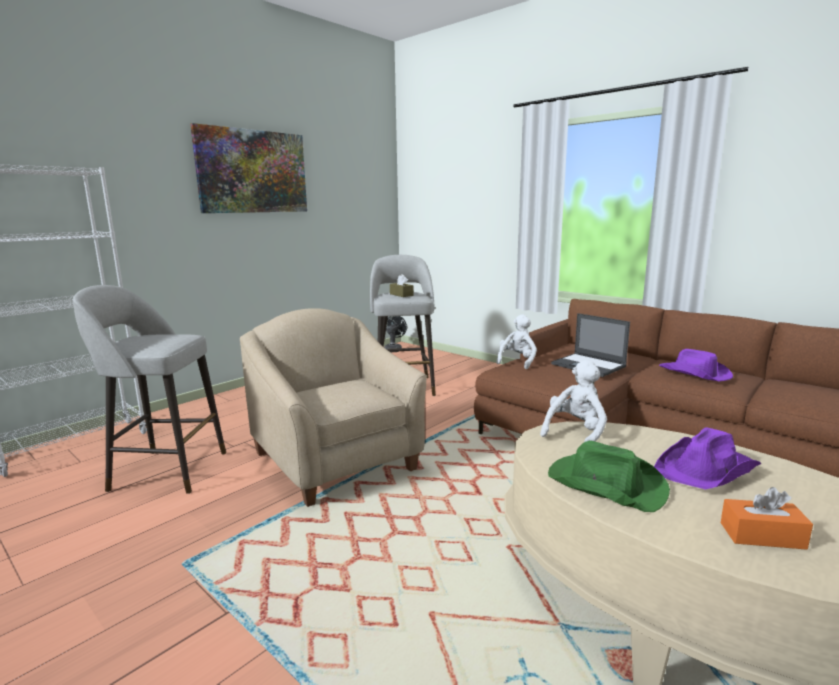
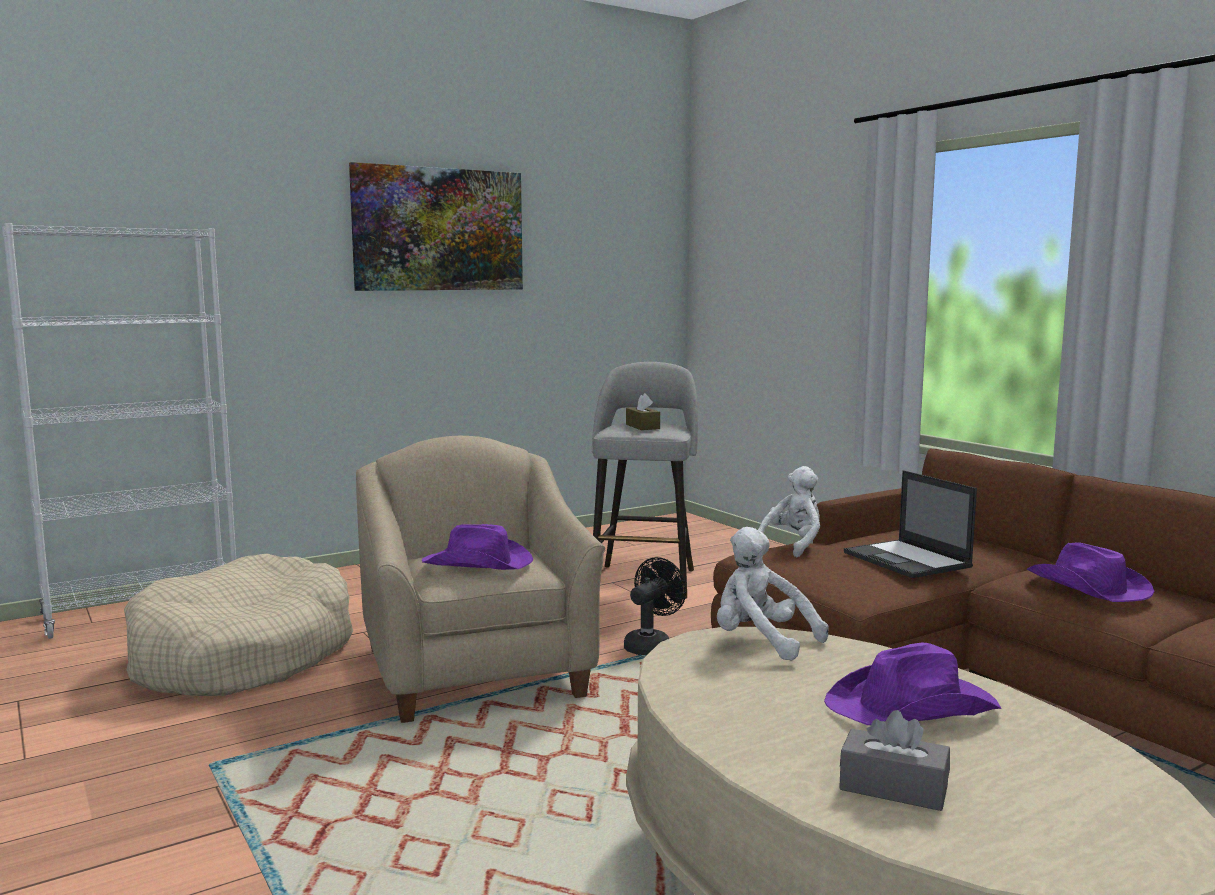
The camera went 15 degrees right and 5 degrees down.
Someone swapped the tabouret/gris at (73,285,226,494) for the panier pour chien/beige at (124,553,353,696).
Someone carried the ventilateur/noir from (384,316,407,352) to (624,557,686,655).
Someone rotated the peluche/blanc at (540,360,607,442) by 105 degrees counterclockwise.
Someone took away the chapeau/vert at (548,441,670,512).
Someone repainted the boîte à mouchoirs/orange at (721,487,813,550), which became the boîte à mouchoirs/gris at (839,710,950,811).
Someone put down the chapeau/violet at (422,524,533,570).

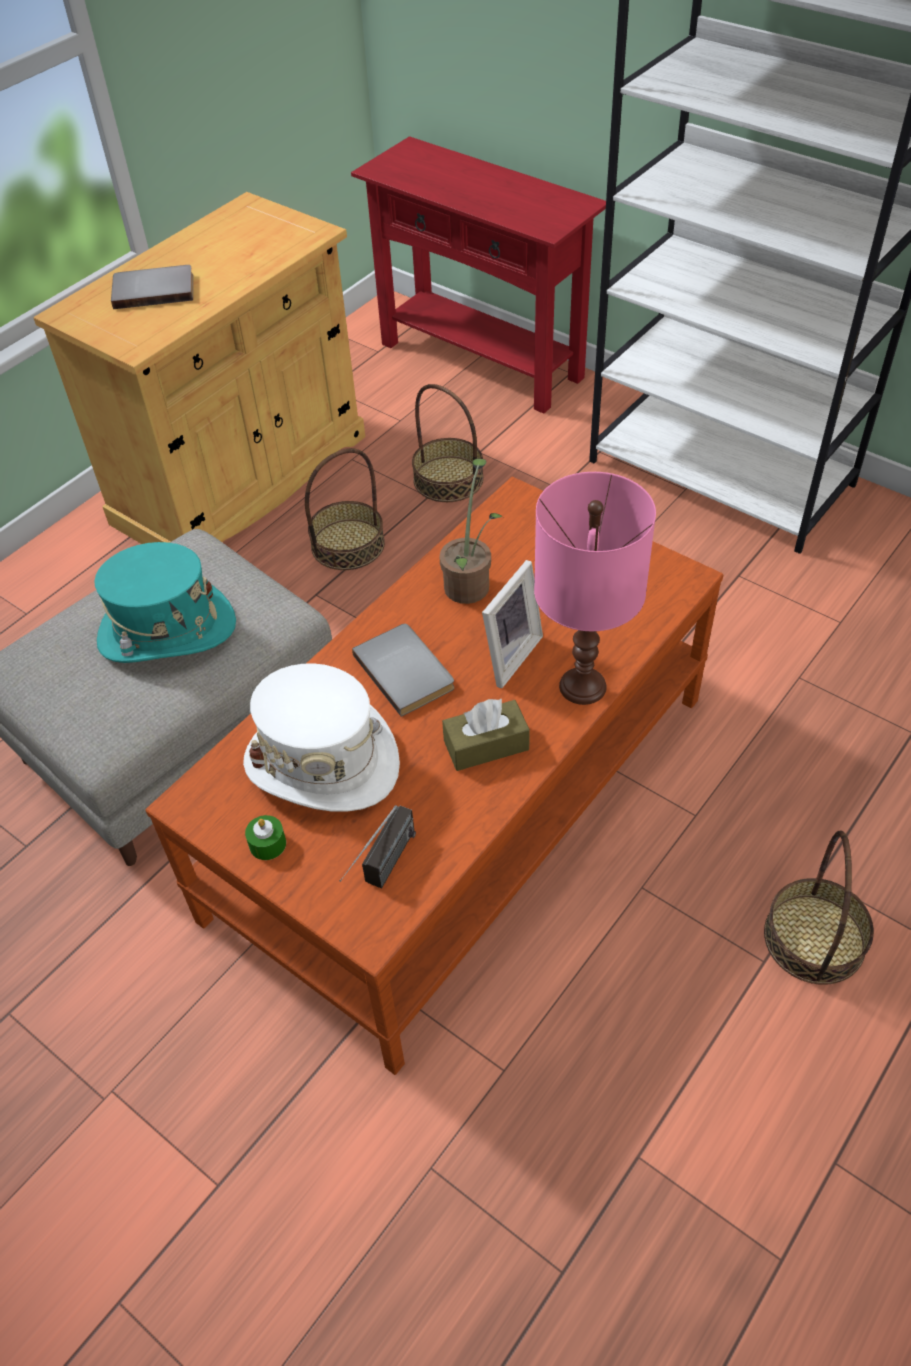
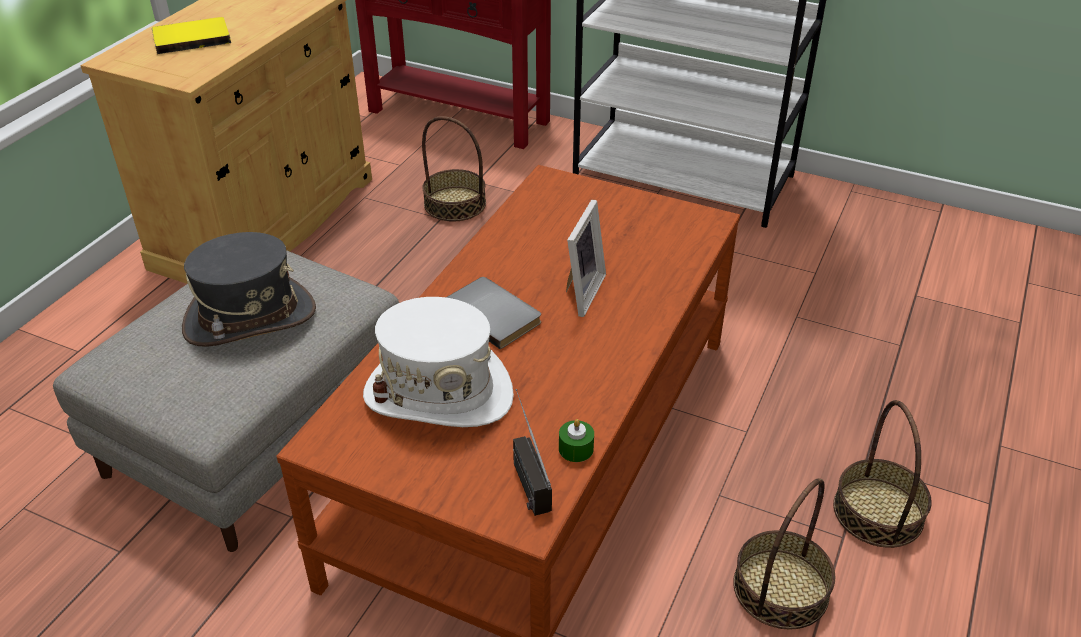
The camera went 15 degrees left and 10 degrees down.
Someone repainted the chapeau/turquoise at (94,542,236,663), which became the chapeau/gris at (182,232,316,347).
Someone repainted the livre/gris at (111,265,193,309), which became the livre/jaune at (152,17,231,54).
Someone carried the bougie/vert from (245,815,286,860) to (559,419,594,462).
Someone carried the panier from (305,448,385,570) to (733,478,835,629).
Someone rotated the radio at (339,805,416,888) by 150 degrees clockwise.
Someone took away the plante en pot at (439,459,503,604).
Someone took away the boîte à mouchoirs/marron at (442,698,530,771).
Someone took away the lampe de table/rose at (534,472,656,705).

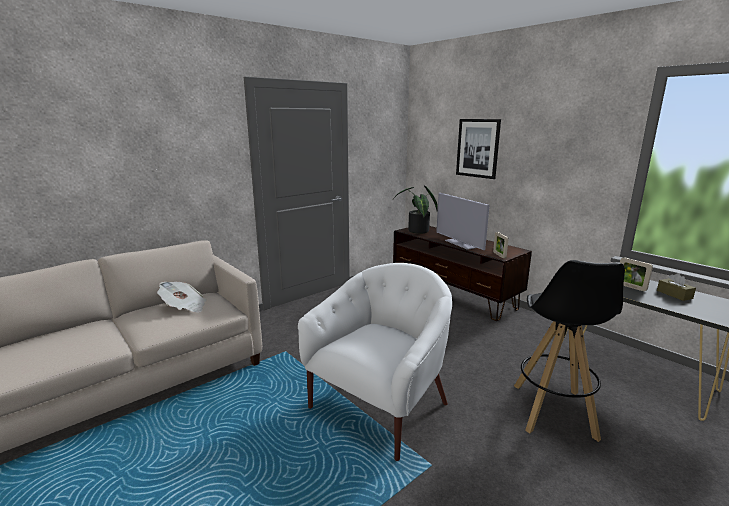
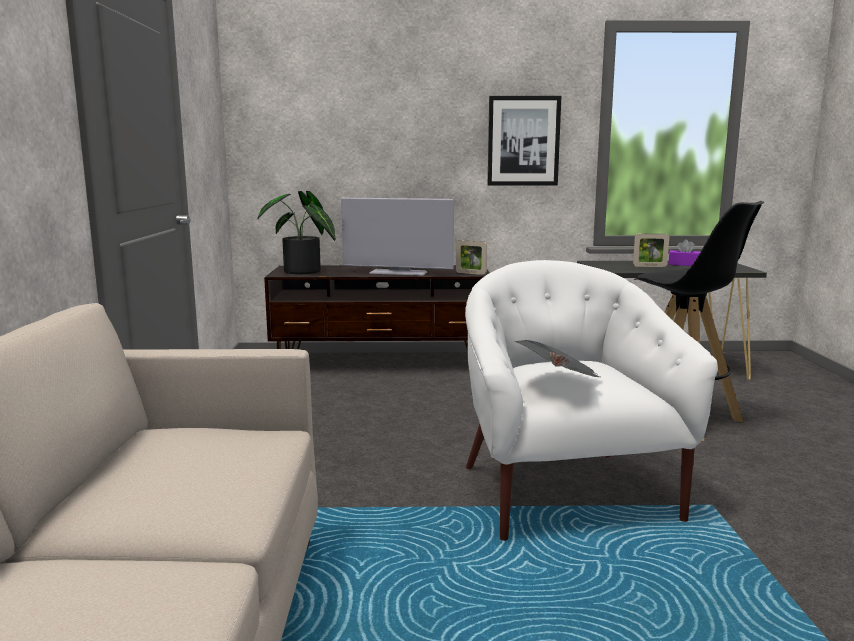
The camera went 50 degrees left and 5 degrees down.
Someone carried the journal from (157,282,207,313) to (514,340,600,377).
Someone carried the tableau from (456,119,501,179) to (488,96,561,186).
Someone repainted the boîte à mouchoirs/marron at (657,273,696,301), which became the boîte à mouchoirs/violet at (668,239,700,266).

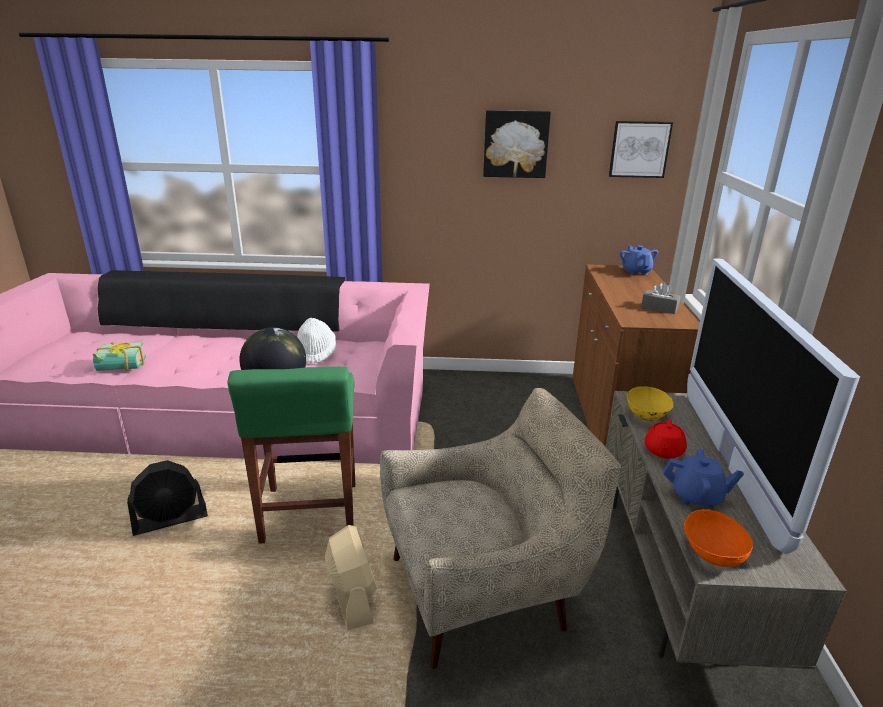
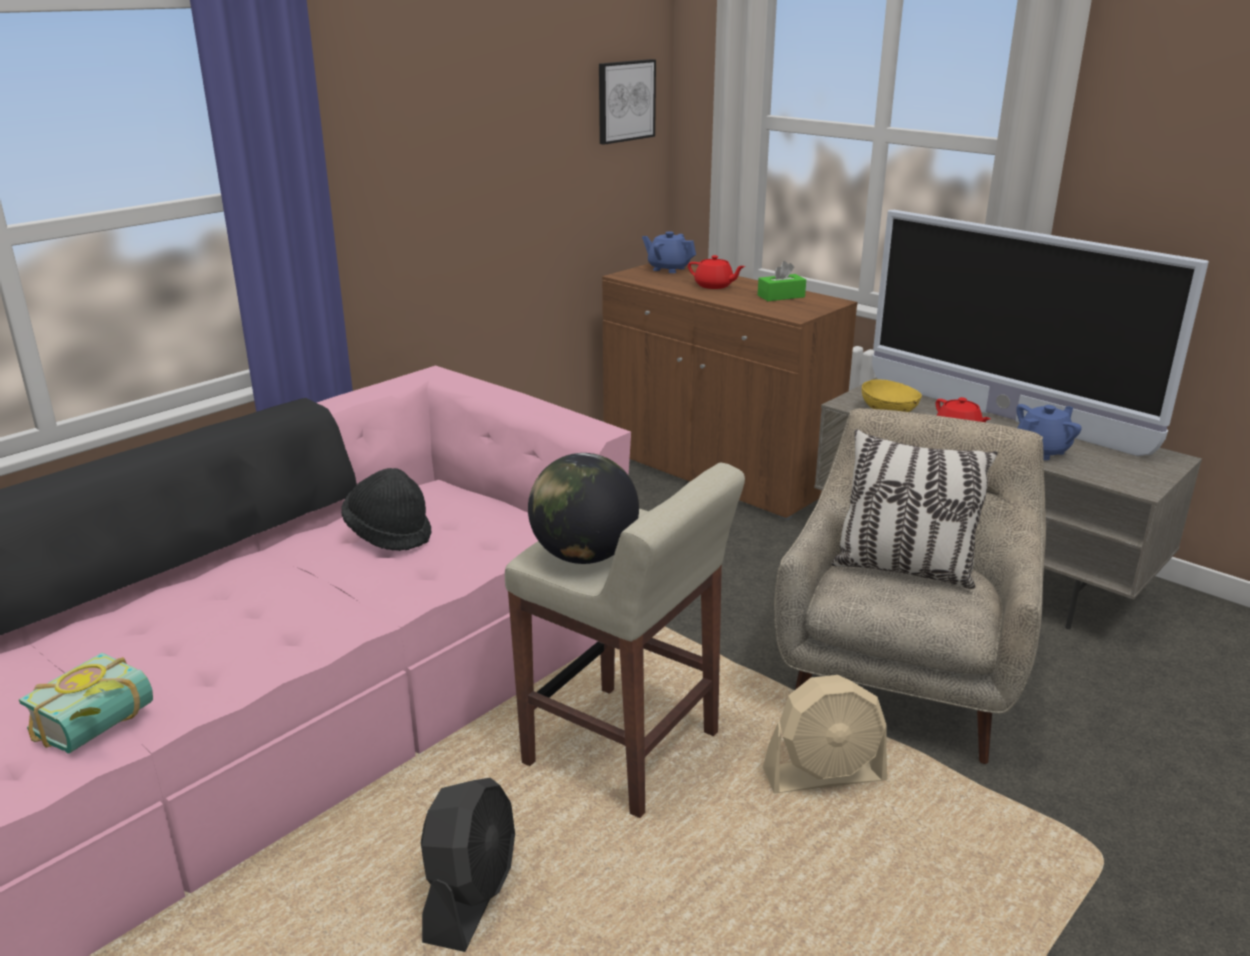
The camera went 50 degrees left and 0 degrees up.
Someone repainted the tabouret/vert at (227,367,355,544), which became the tabouret/beige at (505,463,745,818).
Someone repainted the chapeau/blanc at (297,318,336,363), which became the chapeau/noir at (341,468,432,551).
Someone rotated the ventilateur/beige at (325,525,377,630) by 150 degrees clockwise.
Someone took away the tableau at (483,110,551,178).
Someone repainted the boîte à mouchoirs/gris at (641,282,681,314), which became the boîte à mouchoirs/vert at (758,261,806,301).
Someone took away the bol/orange at (684,509,753,567).
Someone put down the théière/rouge at (688,255,745,289).
Someone put down the coussin at (831,429,998,589).

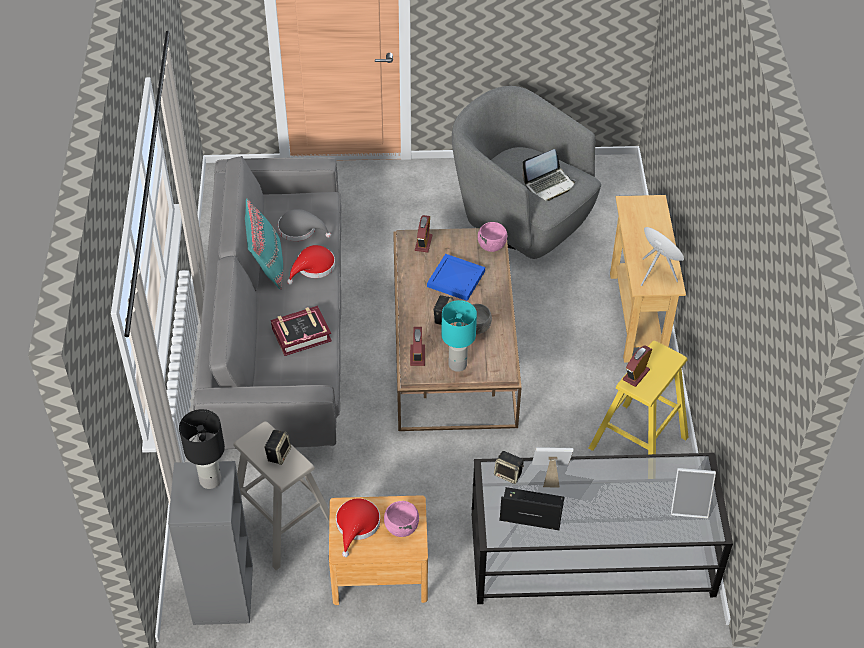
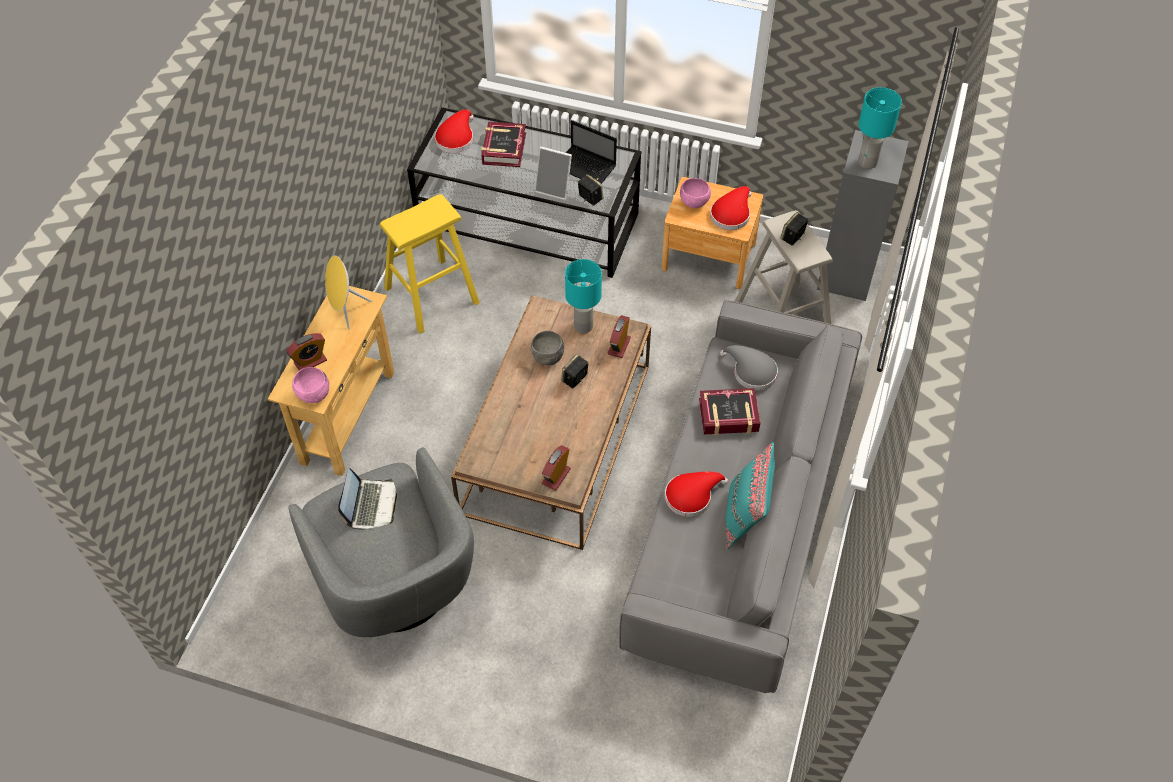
The camera went 160 degrees left and 5 degrees up.
Someone repainted the lampe de table/noir at (179,409,225,489), which became the lampe de table/turquoise at (858,87,902,169).
Someone carried the chapeau/gris from (278,209,331,241) to (720,345,778,390).
Someone took away the plateau/bleu at (427,254,485,301).
Someone carried the bol/rose from (478,222,507,252) to (292,367,329,403).
Someone rotated the ordinateur portable at (522,149,575,201) by 105 degrees clockwise.
Someone carried the réveil from (623,345,652,387) to (286,333,327,370).
Someone swapped the cadre photo at (671,468,716,519) for the chapeau/rouge at (435,109,474,153).
Someone put down the livre at (481,122,526,167).

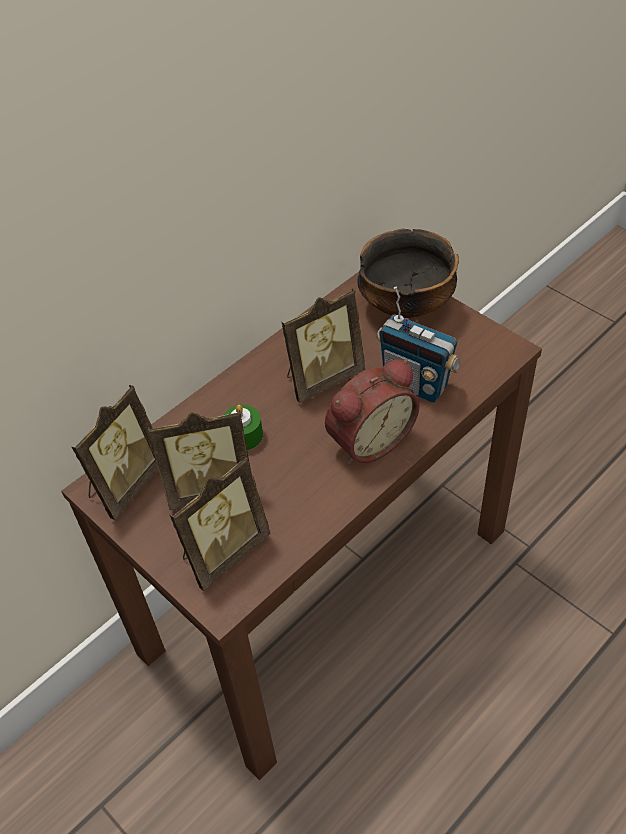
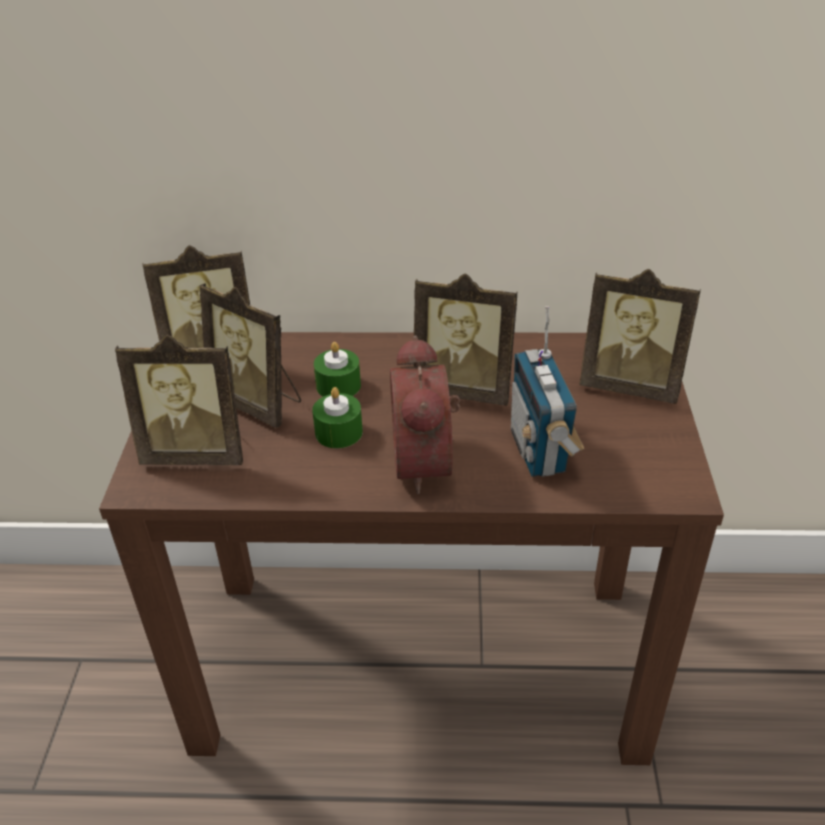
The camera went 45 degrees right and 10 degrees down.
Someone rotated the réveil at (325,359,419,464) by 75 degrees clockwise.
Someone swapped the bol at (357,229,459,318) for the cadre photo at (579,269,701,404).
Someone put down the bougie/vert at (312,387,363,448).

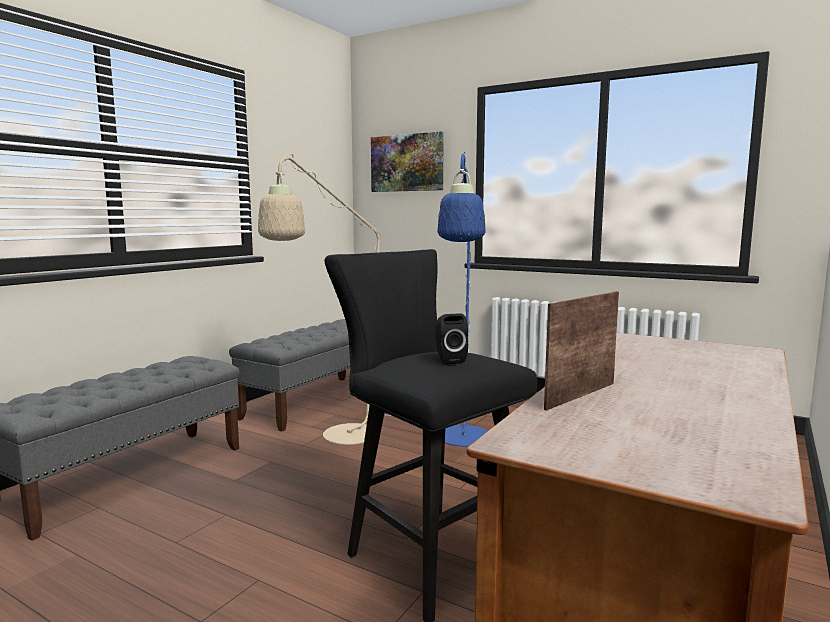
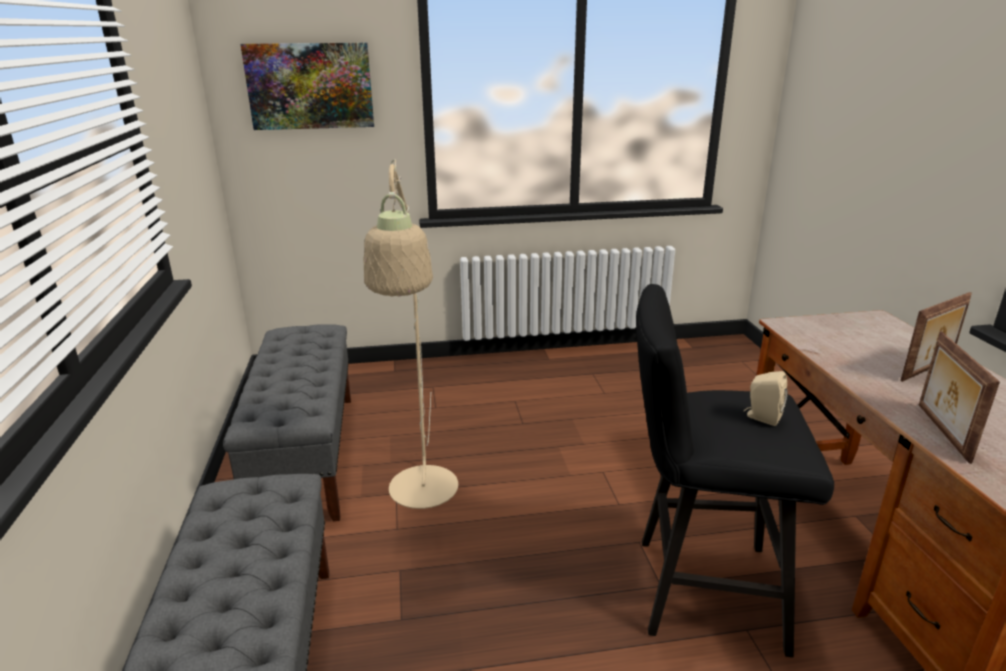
The camera went 40 degrees left and 15 degrees up.
Someone repainted the enceinte/noir at (435,313,468,365), which became the enceinte/beige at (744,371,788,426).
Someone took away the lampadaire/bleu at (437,151,487,447).
Someone put down the cadre photo at (900,292,972,382).

